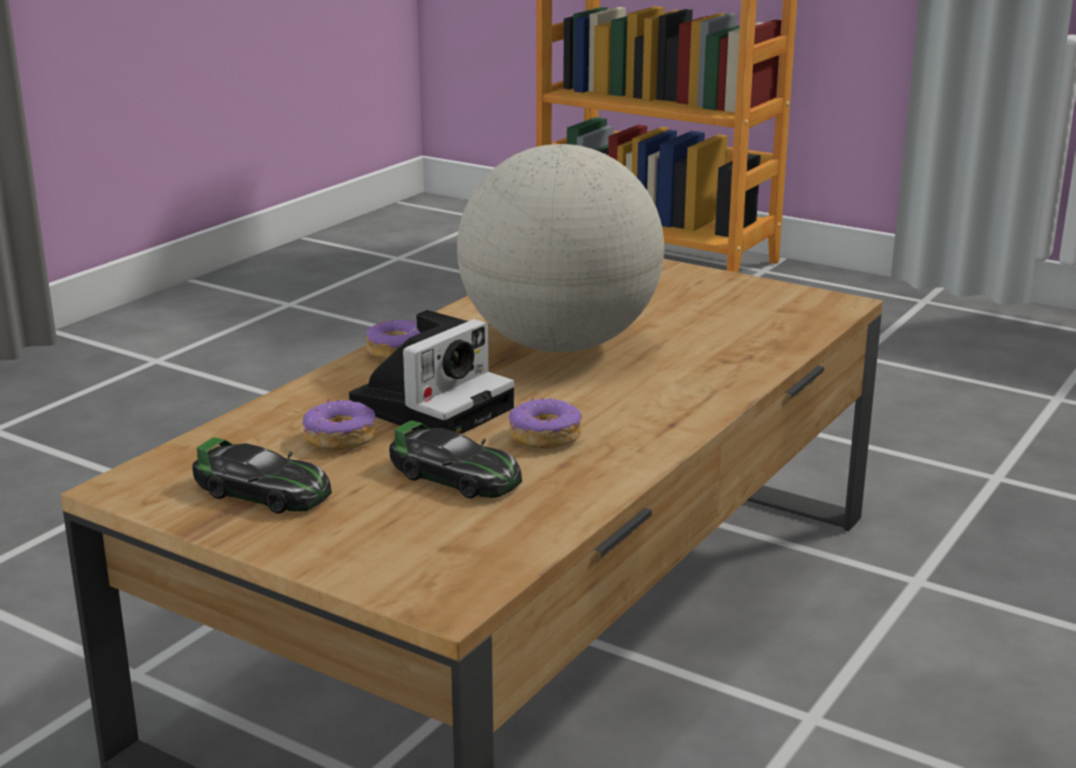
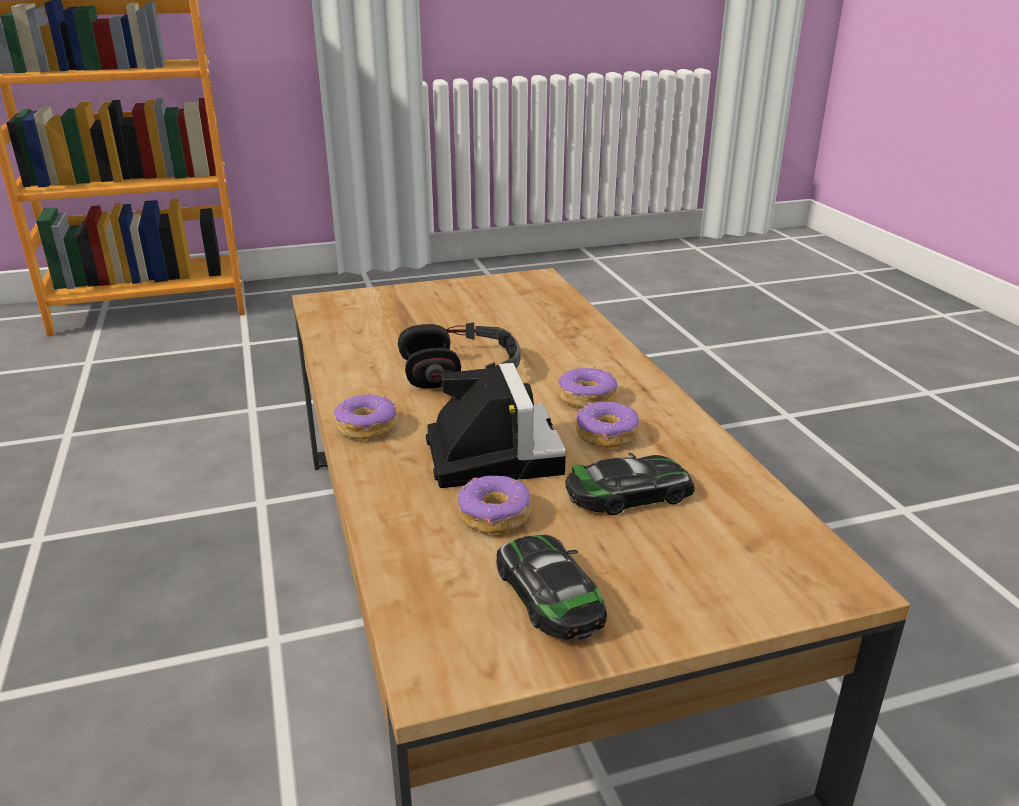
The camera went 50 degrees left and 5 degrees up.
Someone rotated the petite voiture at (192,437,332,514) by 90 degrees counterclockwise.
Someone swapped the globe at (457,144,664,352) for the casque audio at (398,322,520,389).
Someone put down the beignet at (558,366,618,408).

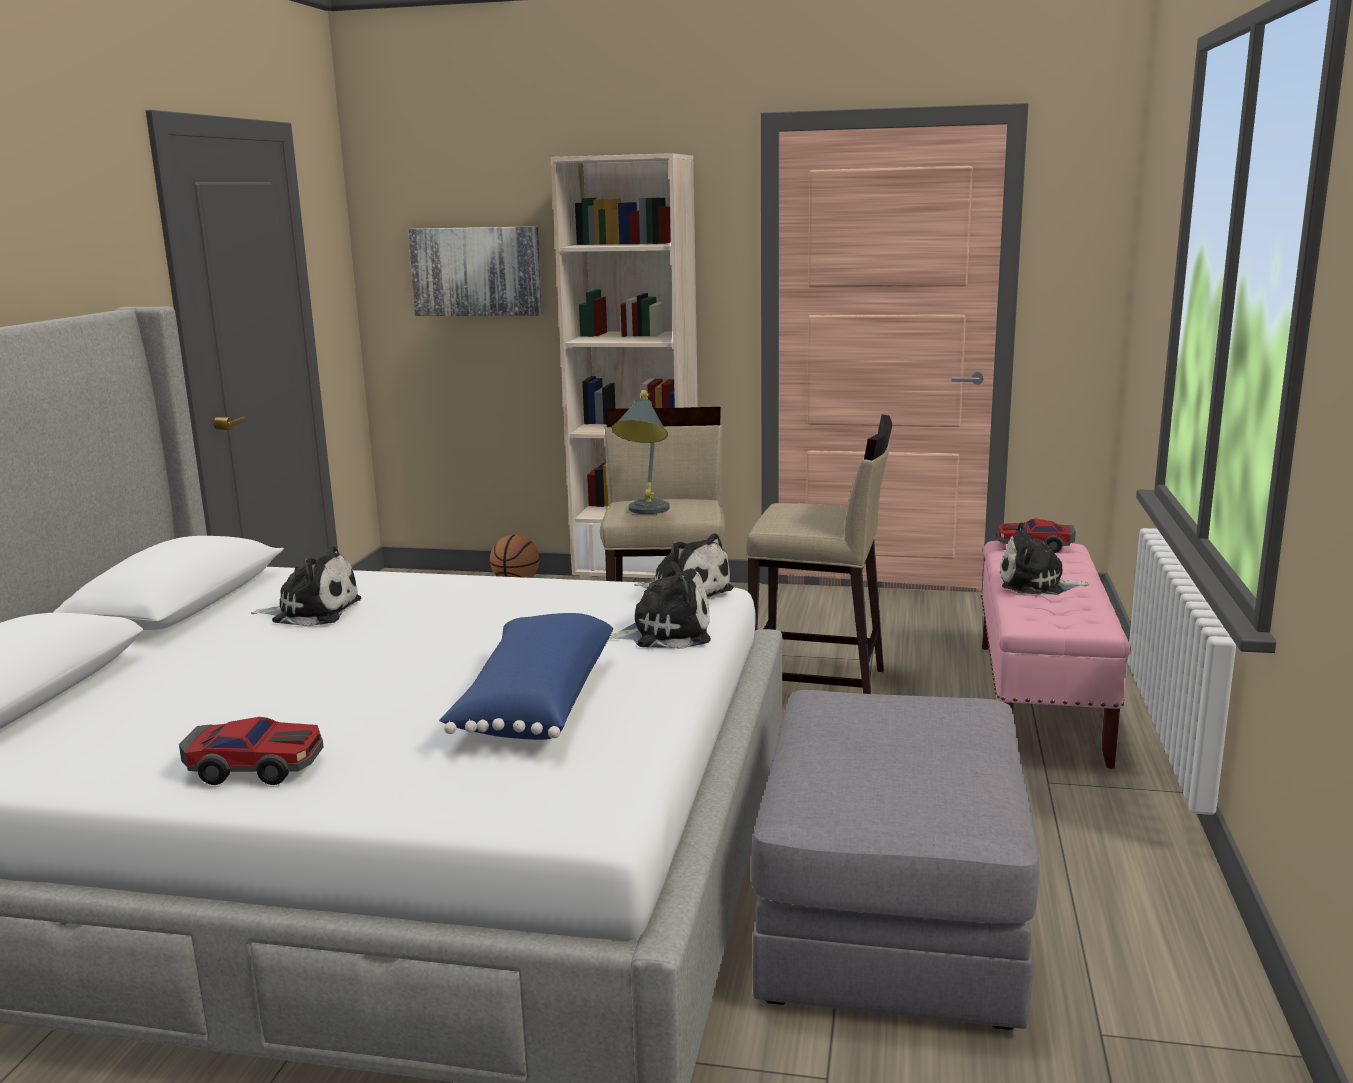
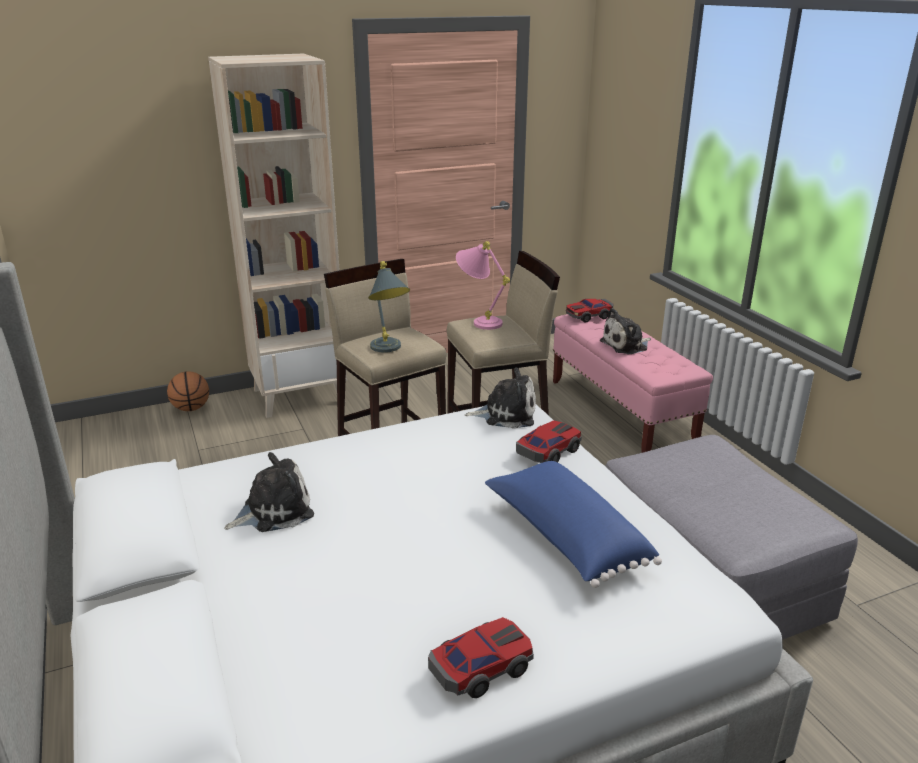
The camera went 35 degrees left and 10 degrees up.
Someone took away the tableau at (408,226,543,316).
Someone swapped the peluche at (609,562,711,649) for the petite voiture at (516,420,582,463).
Someone put down the lampe de table/rose at (456,241,510,330).

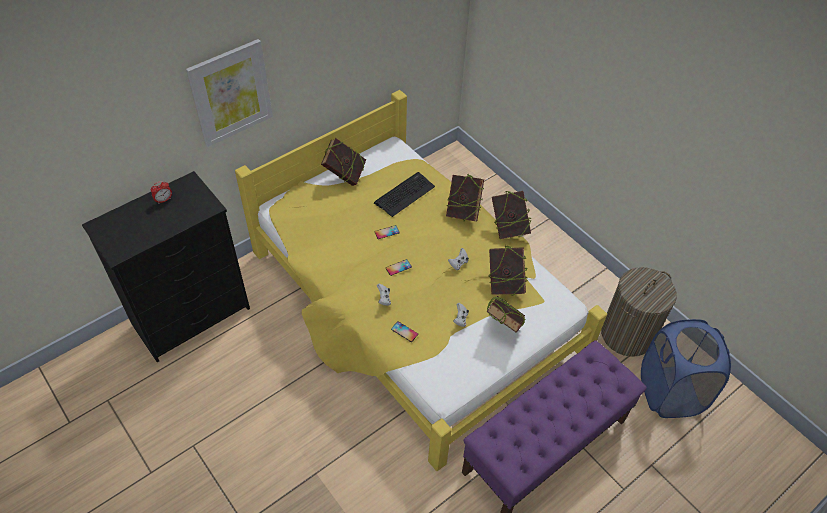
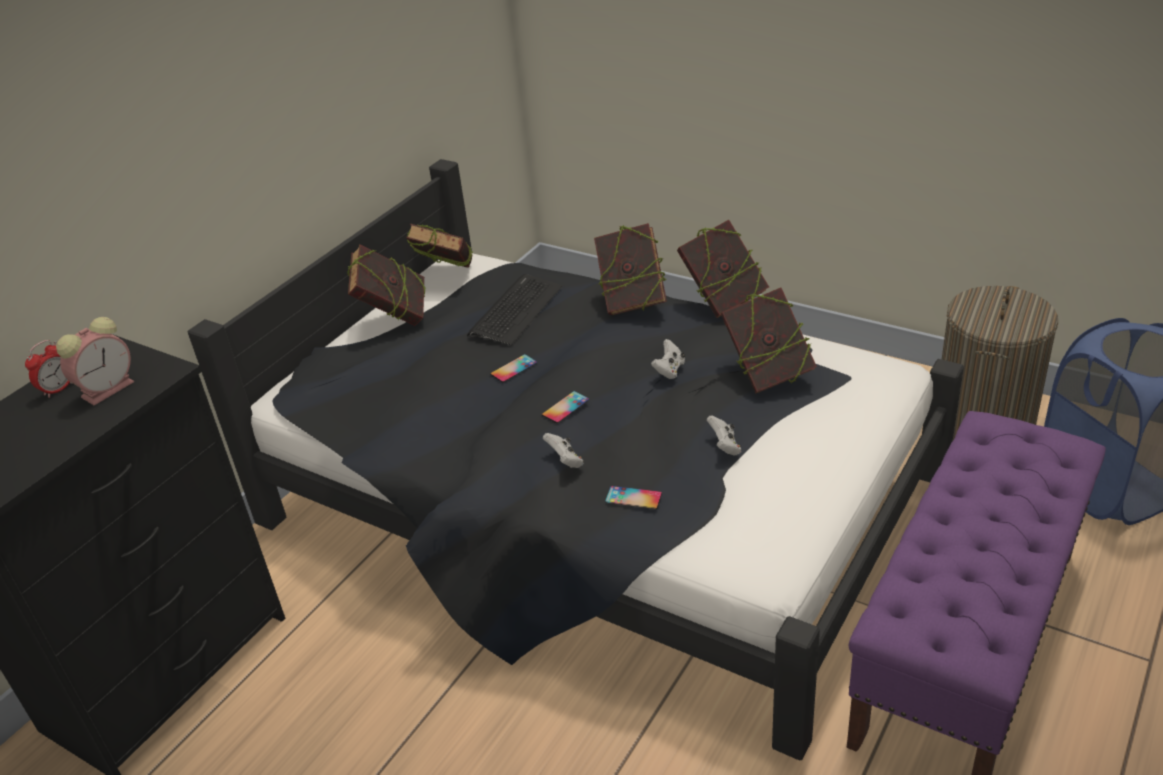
The camera went 15 degrees left and 15 degrees down.
Someone took away the tableau at (186,39,273,147).
Someone repainted the lit/jaune at (235,90,607,471), which became the lit/noir at (188,159,964,761).
Someone carried the livre from (487,296,525,332) to (406,224,472,268).
Someone put down the réveil at (56,317,134,405).

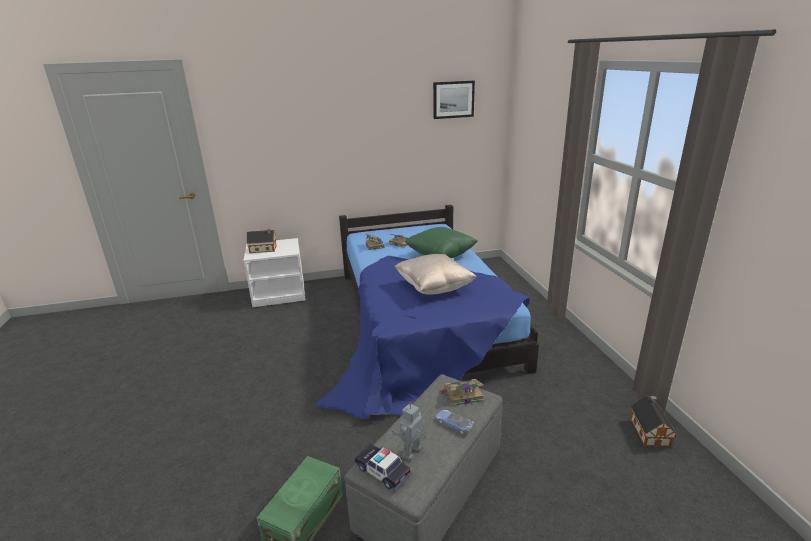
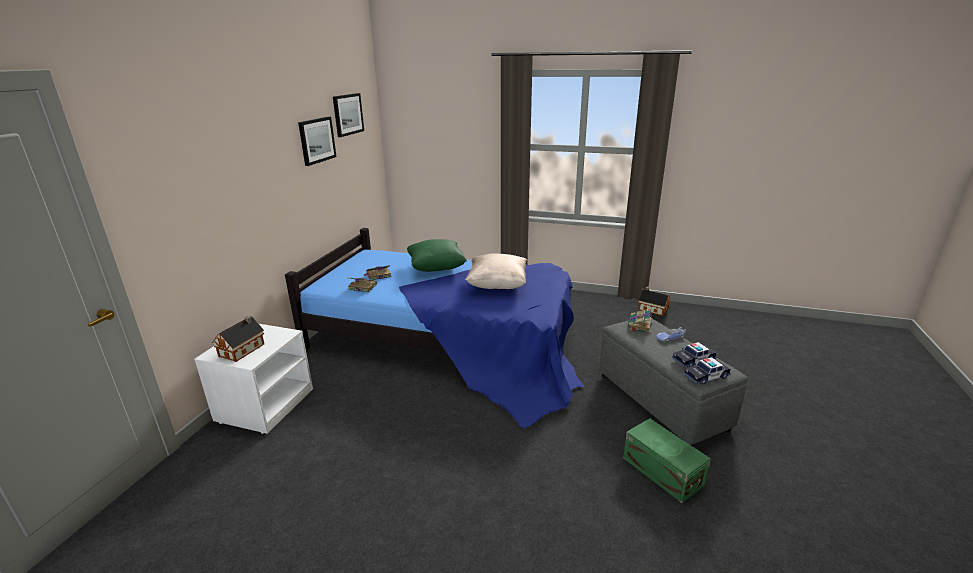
The camera went 60 degrees left and 0 degrees up.
Someone swapped the robot jouet at (392,402,426,461) for the petite voiture at (672,342,716,367).
Someone put up the tableau at (298,117,337,166).

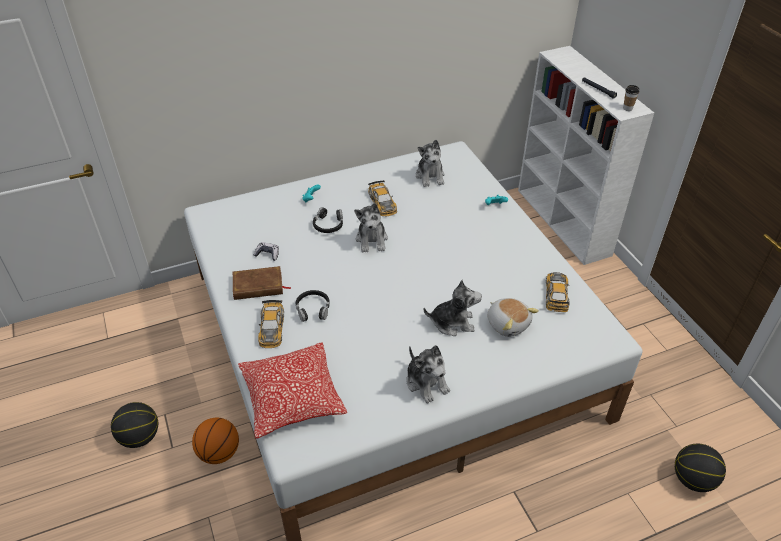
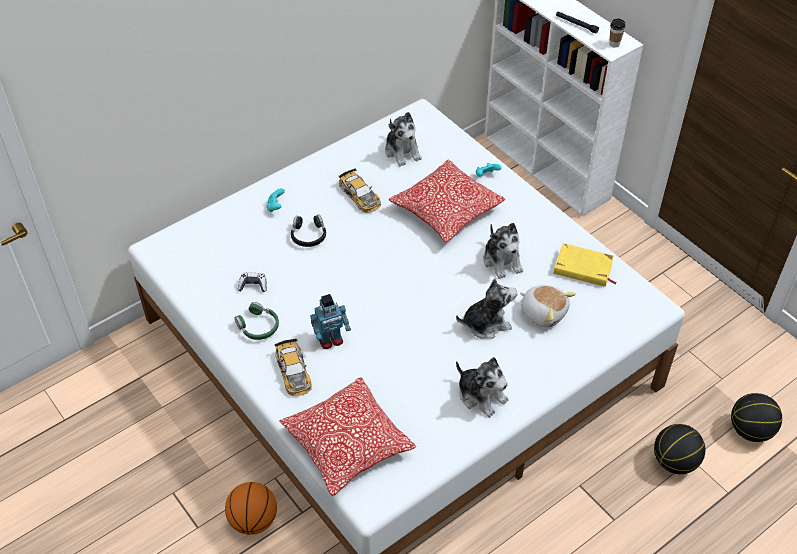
The camera went 15 degrees left and 5 degrees up.
Someone carried the ballon de basket from (111,402,158,448) to (654,424,705,474).
Someone swapped the livre/marron at (233,266,291,300) for the casque audio/vert at (235,302,279,340).
Someone swapped the casque audio/noir at (296,290,330,322) for the robot jouet at (310,294,351,349).
Someone carried the peluche from (354,203,388,252) to (483,223,523,279).
Someone swapped the petite voiture at (546,272,569,312) for the livre/jaune at (554,243,617,287).
Someone put down the coussin at (389,159,505,242).

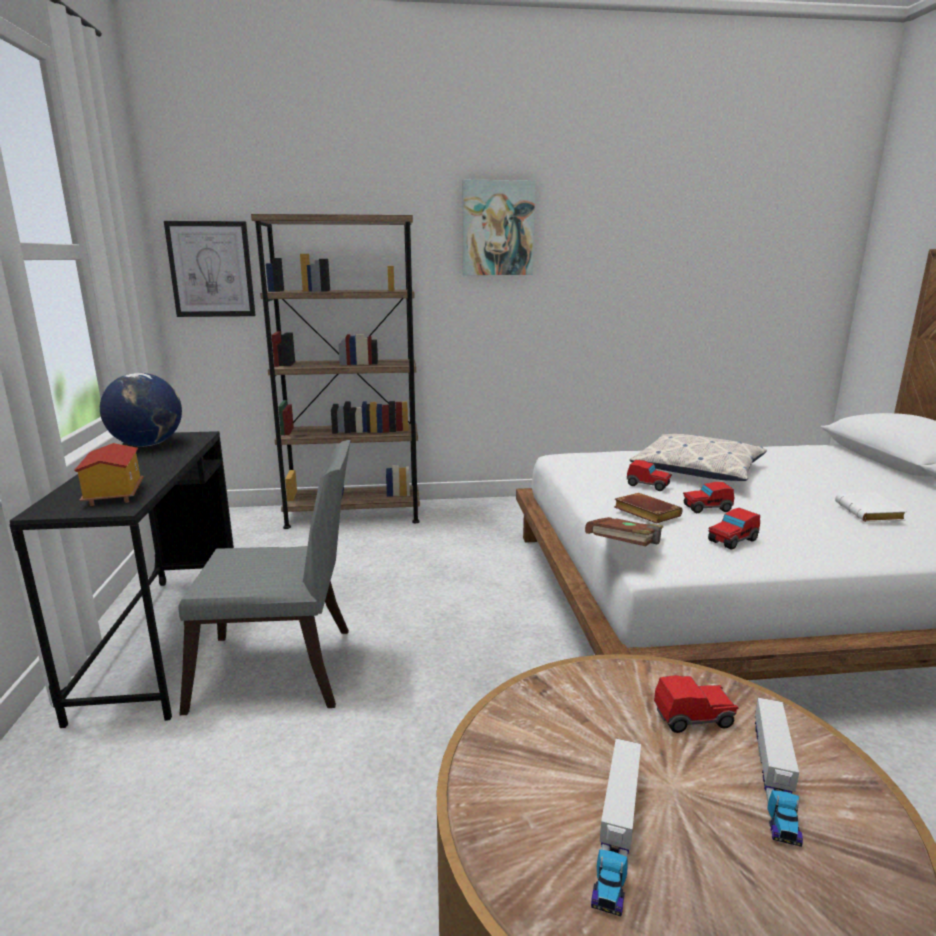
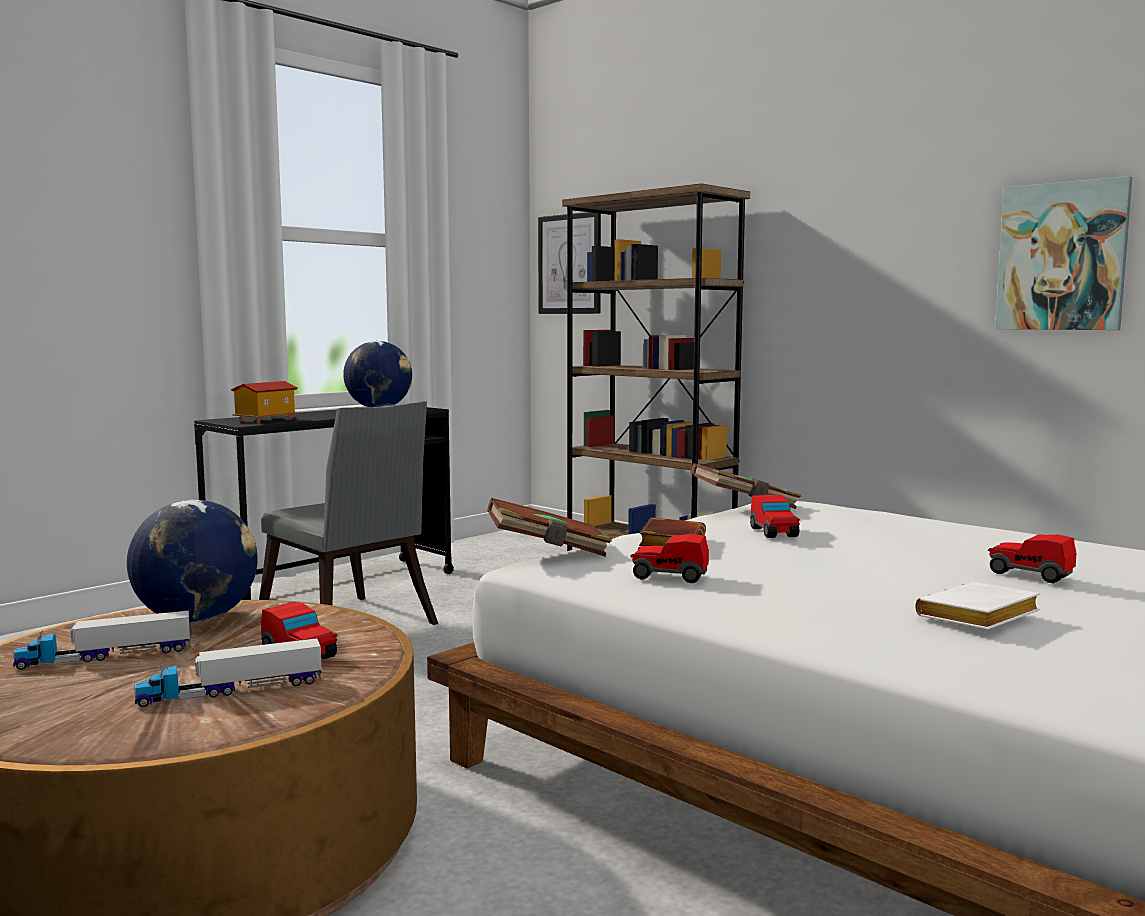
The camera went 50 degrees right and 10 degrees down.
Someone carried the tableau from (463,180,536,275) to (995,176,1132,330).
Someone took away the coussin at (629,434,767,481).
Someone carried the petite voiture from (683,482,735,513) to (988,534,1077,583).
Someone put down the globe at (127,500,257,622).
Someone put down the livre/marron at (690,463,801,509).

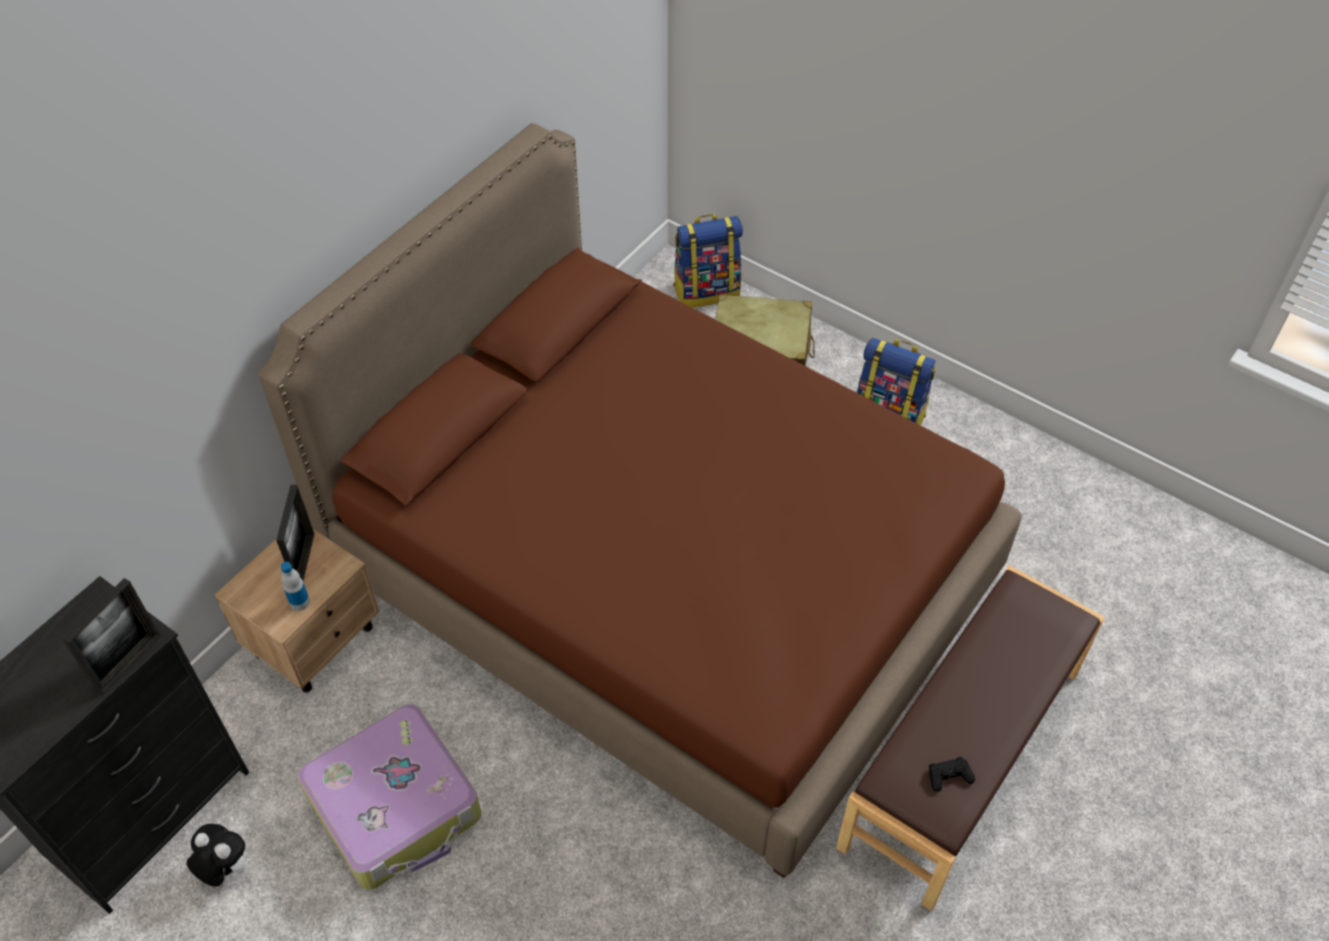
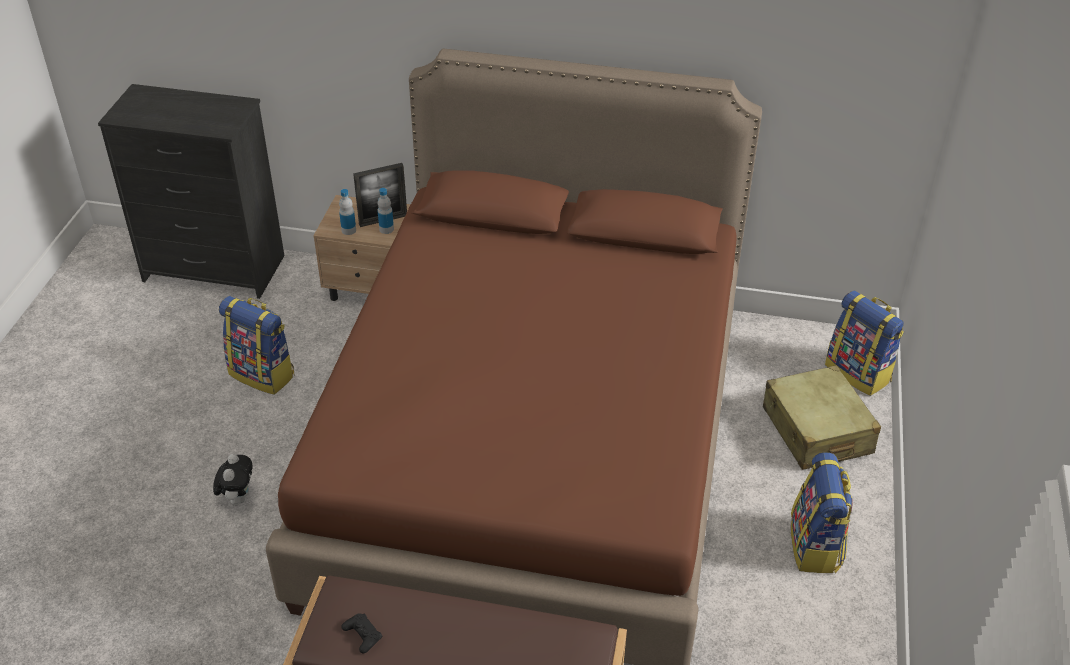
The camera went 65 degrees right and 10 degrees down.
Someone took away the cadre photo at (62,578,160,695).
Someone carried the peluche from (187,824,245,886) to (213,454,253,506).
Someone swapped the valise at (298,704,481,890) for the sac à dos at (219,296,295,395).
Someone put down the bouteille at (377,188,394,234).

